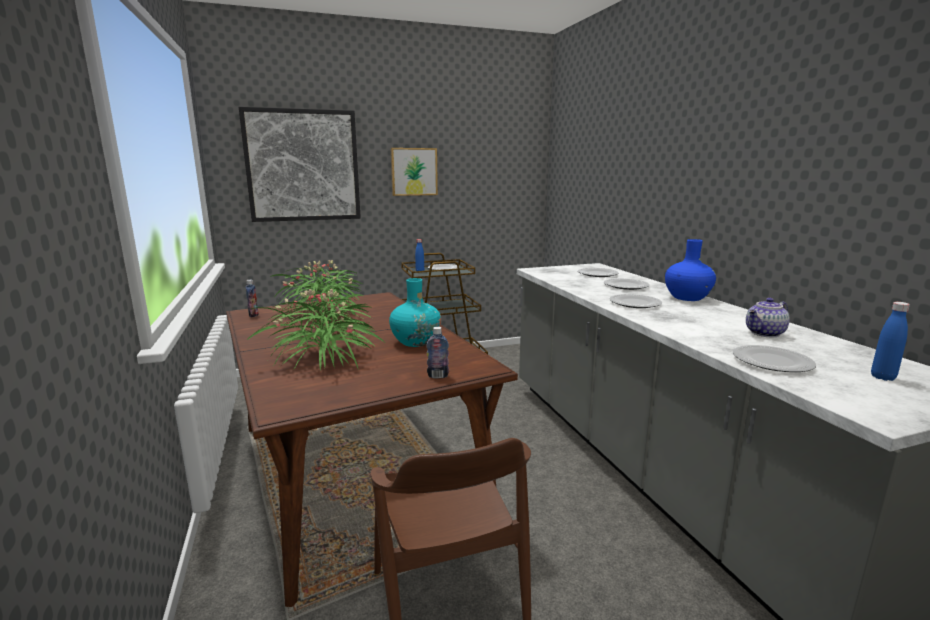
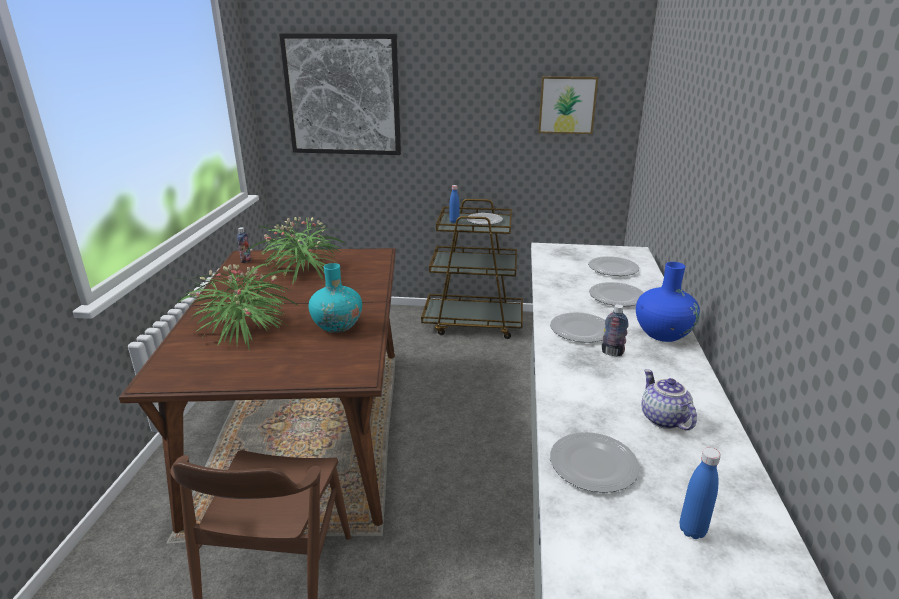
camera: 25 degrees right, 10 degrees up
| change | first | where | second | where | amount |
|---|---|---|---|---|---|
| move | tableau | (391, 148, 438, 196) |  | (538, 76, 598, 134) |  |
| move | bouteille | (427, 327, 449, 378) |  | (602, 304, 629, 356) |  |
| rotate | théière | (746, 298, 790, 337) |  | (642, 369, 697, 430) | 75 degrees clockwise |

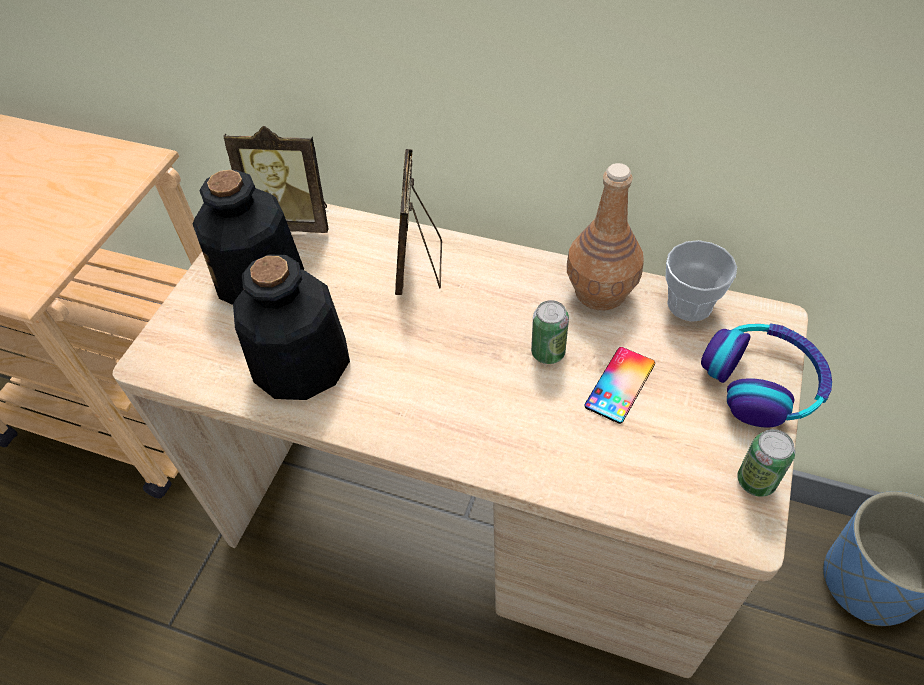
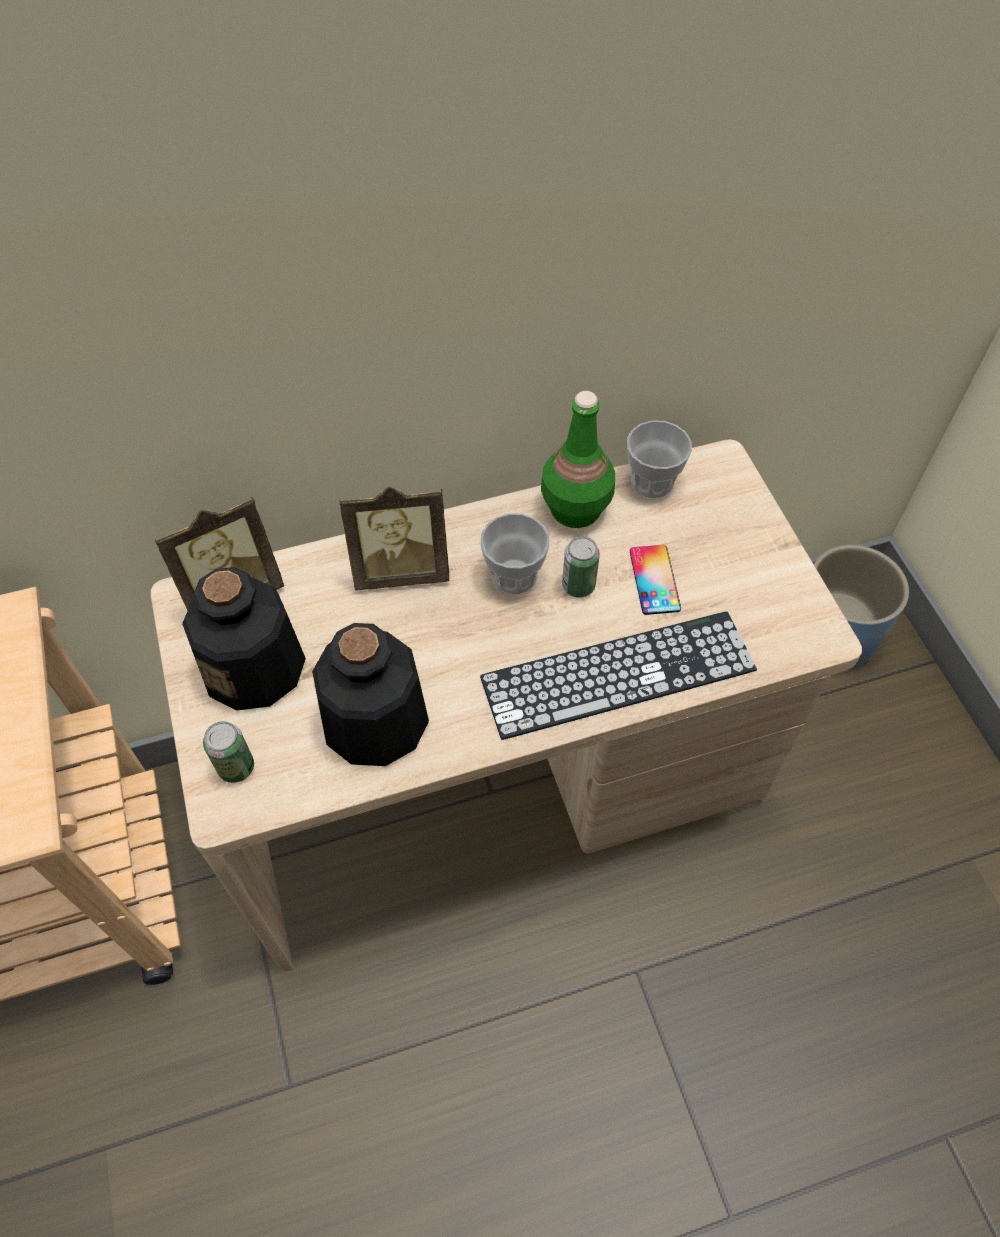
camera: 40 degrees left, 5 degrees up
| change | first | where | second | where | amount |
|---|---|---|---|---|---|
| move | boîte métallique | (737, 429, 795, 497) |  | (203, 721, 254, 783) |  |
| rotate | cadre photo | (395, 149, 442, 295) |  | (339, 487, 449, 590) | 60 degrees counterclockwise |
| insert |  |  | tasse | (480, 513, 549, 594) |  |
| insert |  |  | clavier | (480, 612, 757, 740) |  |
| recolor | bouteille/marron | (567, 163, 644, 310) | bouteille/vert | (541, 391, 615, 528) |  |
| delete | casque audio | (701, 323, 832, 428) |  |  |  |

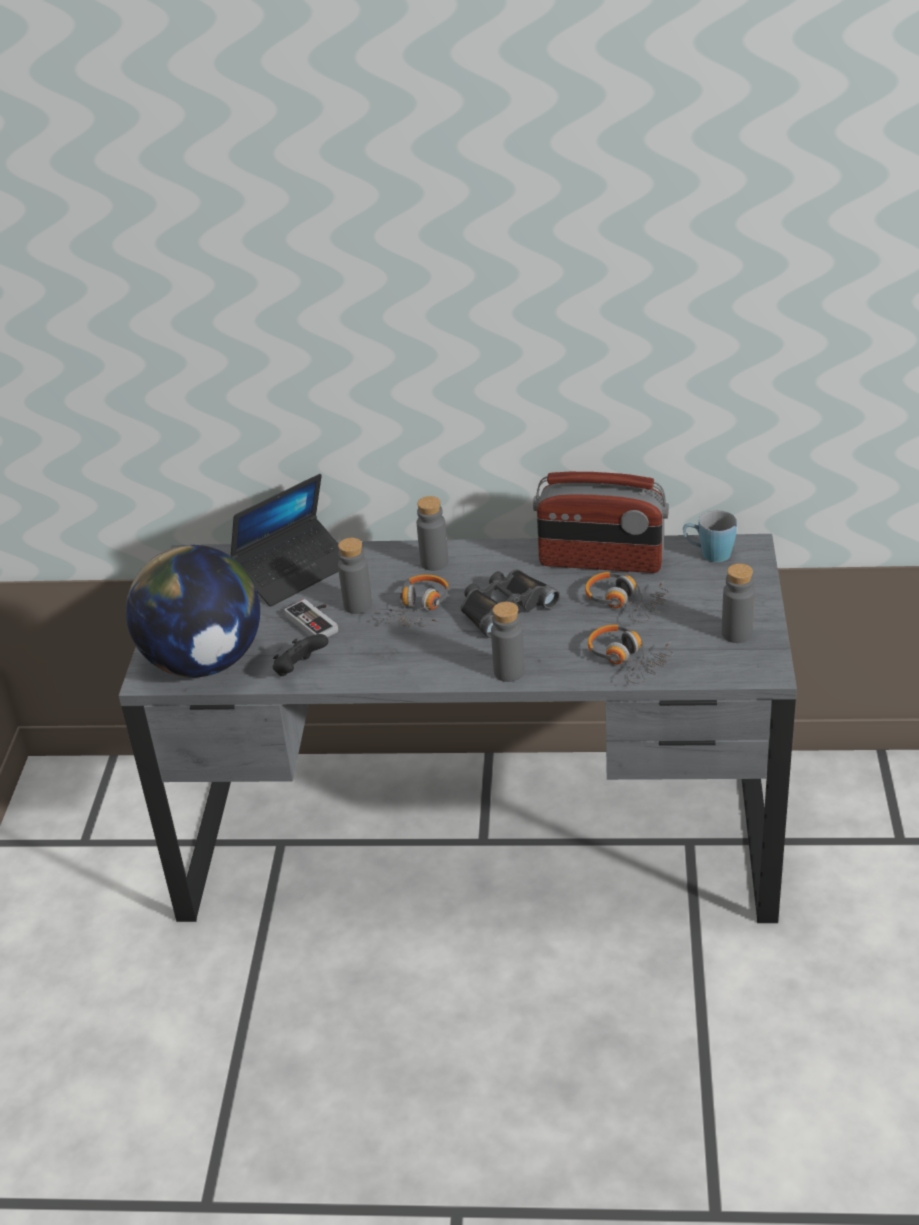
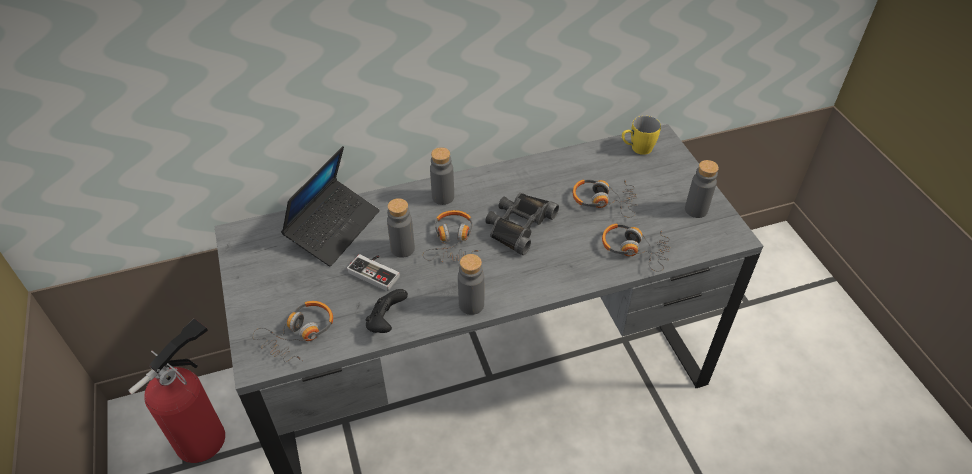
camera: 25 degrees left, 10 degrees up
| change | first | where | second | where | amount |
|---|---|---|---|---|---|
| insert |  |  | extincteur | (128, 318, 225, 463) |  |
| replace | globe | (126, 545, 260, 677) | casque audio | (252, 301, 333, 362) |  |
| move | bouteille/gris | (491, 602, 525, 682) |  | (458, 254, 484, 315) |  |
| recolor | mug/bleu | (683, 510, 737, 562) | mug/jaune | (622, 116, 661, 155) |  |
| delete | radio | (533, 472, 669, 573) |  |  |  |

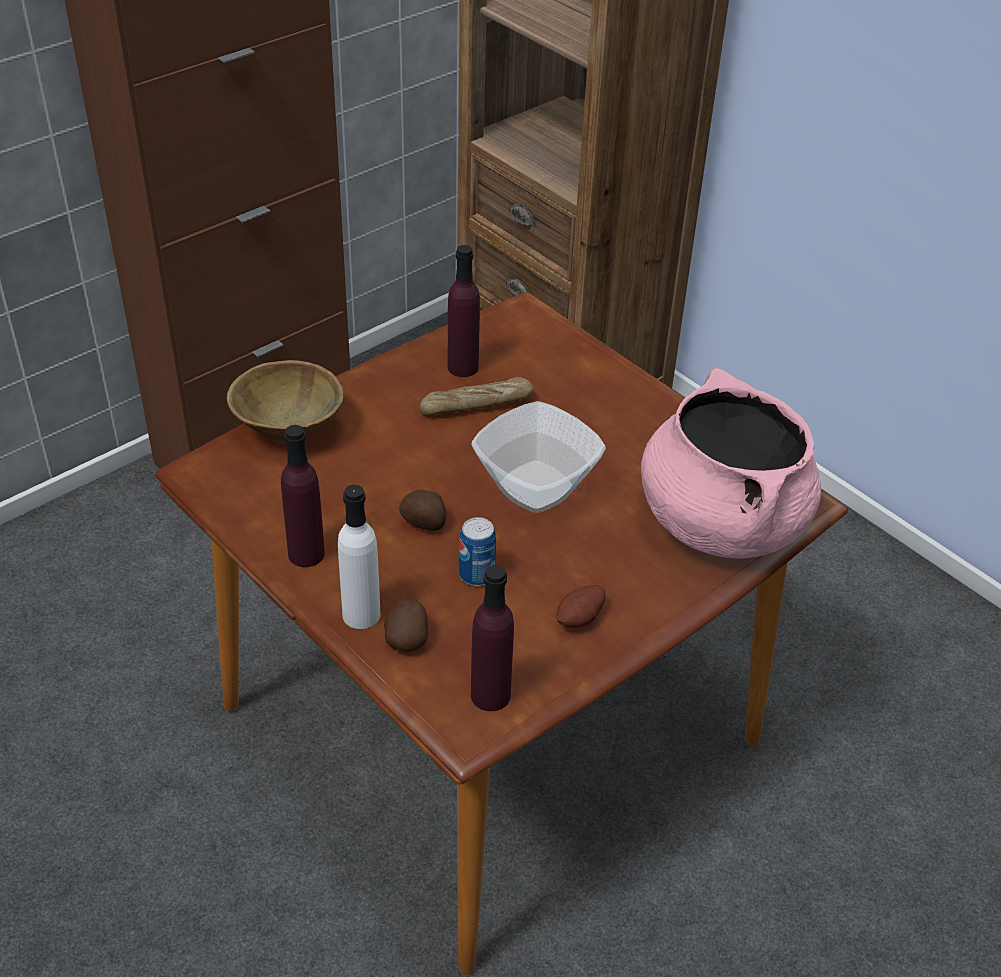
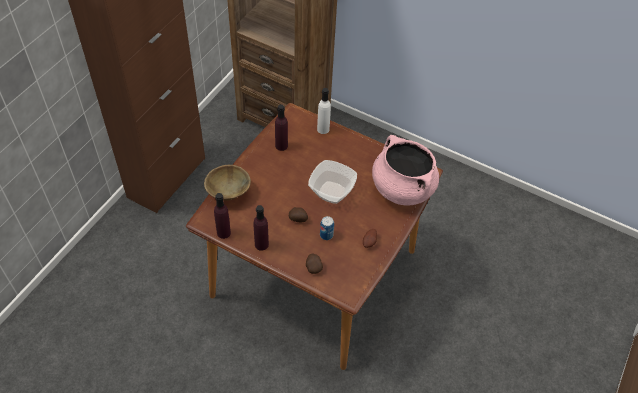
camera: 20 degrees left, 10 degrees up
| change | first | where | second | where | amount |
|---|---|---|---|---|---|
| move | bouteille/violet | (471, 565, 514, 711) |  | (214, 193, 231, 239) |  |
| move | bouteille/blanc | (338, 485, 380, 629) |  | (317, 88, 331, 134) |  |
| delete | pain | (419, 377, 534, 415) |  |  |  |

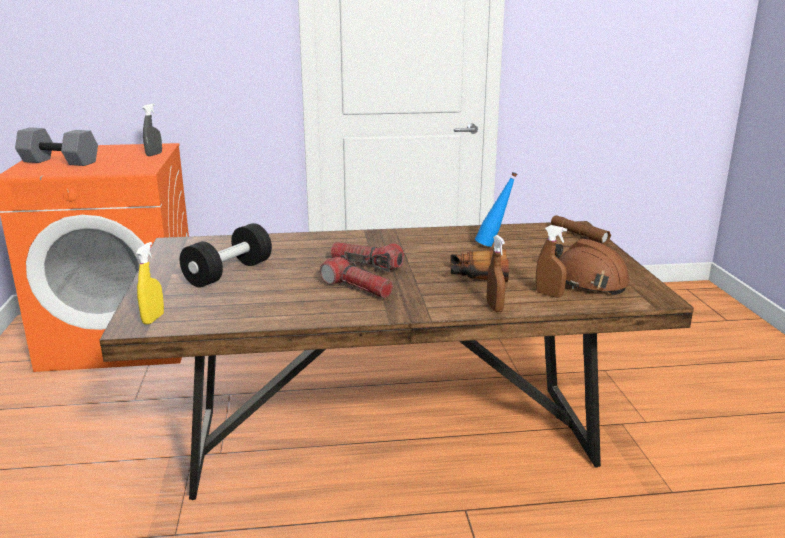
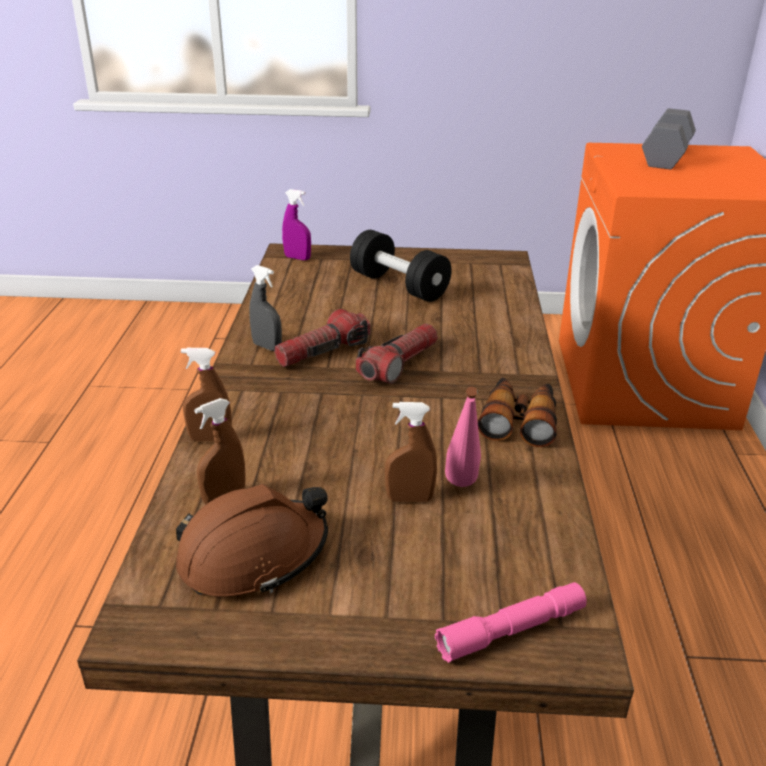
camera: 100 degrees right, 10 degrees up
| change | first | where | second | where | amount |
|---|---|---|---|---|---|
| move | vaporisateur/gris | (143, 103, 162, 156) |  | (249, 265, 282, 351) |  |
| recolor | vaporisateur/jaune | (136, 242, 164, 325) | vaporisateur/violet | (282, 189, 311, 260) |  |
| insert |  |  | vaporisateur/marron | (385, 402, 437, 502) |  |
| recolor | lampe de poche/marron | (551, 215, 611, 244) | lampe de poche/rose | (435, 582, 587, 663) |  |
| recolor | bouteille/bleu | (475, 172, 517, 247) | bouteille/rose | (445, 387, 481, 487) |  |
| move | jumelles | (450, 249, 509, 282) |  | (478, 378, 557, 447) |  |

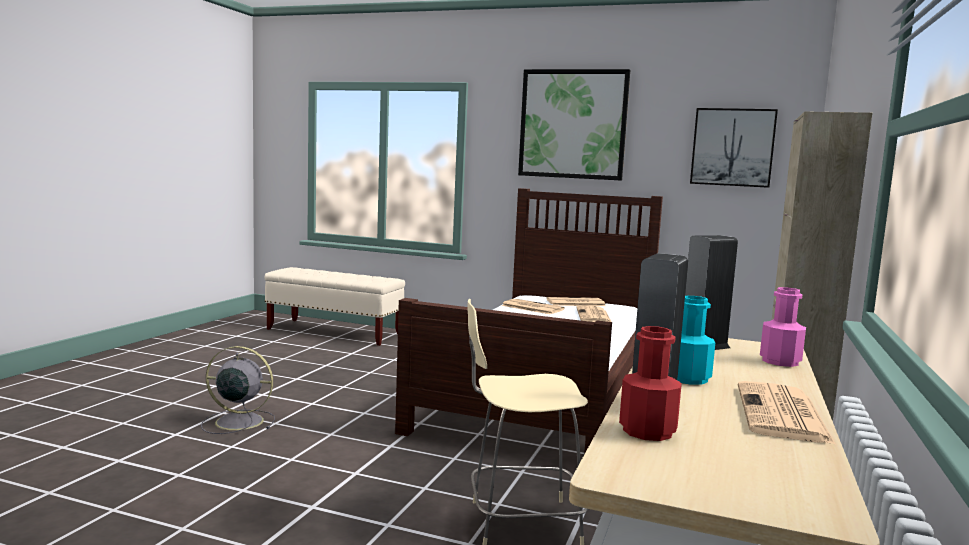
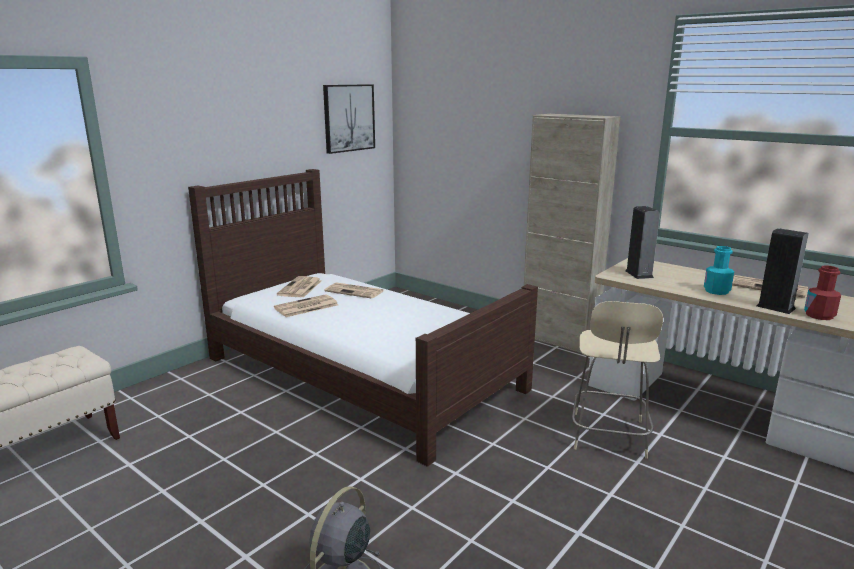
camera: 70 degrees left, 10 degrees up
| change | first | where | second | where | amount |
|---|---|---|---|---|---|
| delete | tableau | (518, 69, 630, 180) |  |  |  |
| delete | bouteille/rose | (760, 287, 806, 367) |  |  |  |

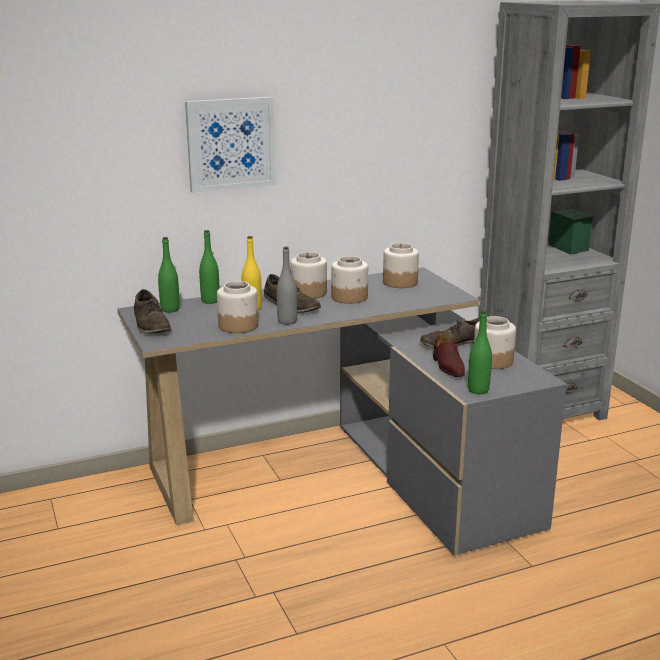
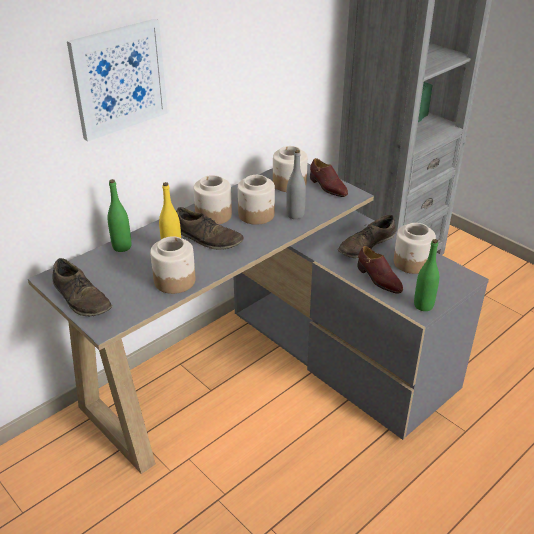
camera: 20 degrees left, 15 degrees up
| change | first | where | second | where | amount |
|---|---|---|---|---|---|
| move | bouteille/gris | (277, 247, 297, 325) |  | (286, 150, 306, 219) |  |
| insert |  |  | chaussure/marron | (310, 158, 348, 197) |  |
| delete | bouteille/vert | (158, 237, 180, 313) |  |  |  |

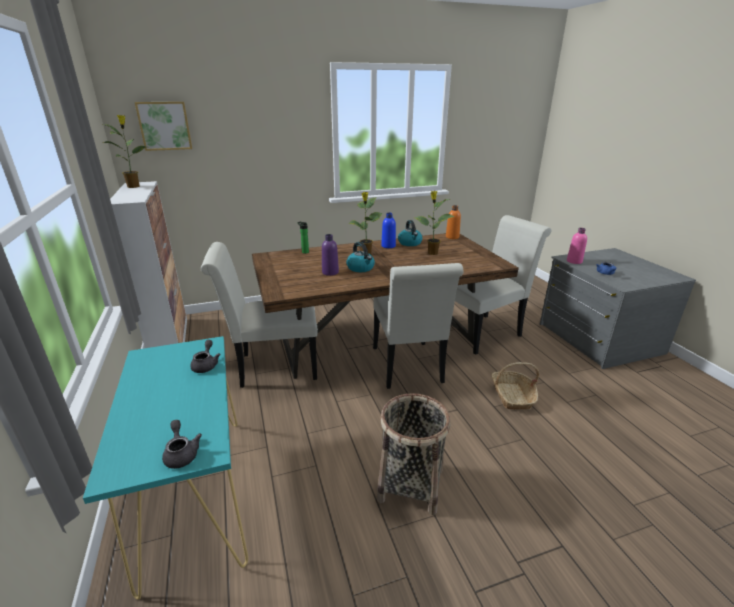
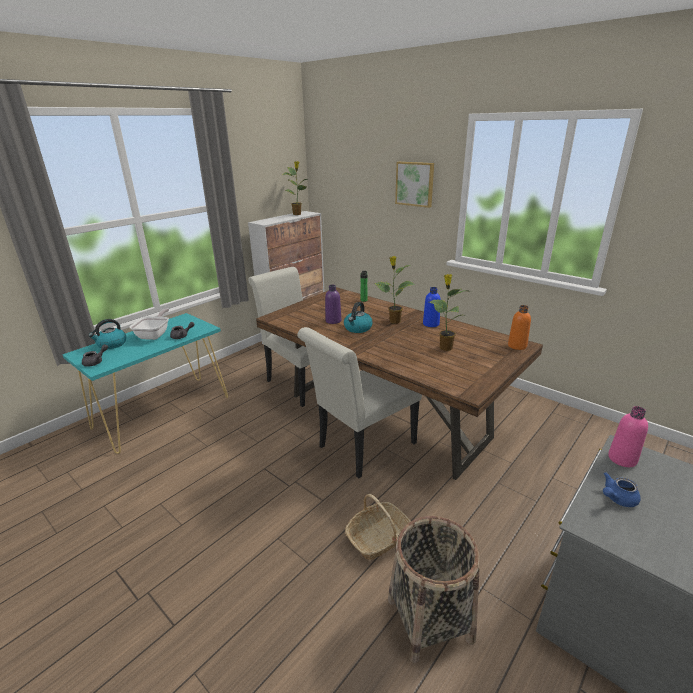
camera: 60 degrees right, 0 degrees up
| change | first | where | second | where | amount |
|---|---|---|---|---|---|
| move | bouilloire | (398, 220, 422, 246) |  | (88, 319, 126, 349) |  |
| insert |  |  | poêle | (130, 309, 169, 340) |  |
| move | panier | (377, 393, 450, 515) |  | (388, 516, 480, 663) |  |
| move | tableau | (135, 102, 192, 151) |  | (395, 162, 434, 208) |  |
| delete | chaise/blanc | (455, 215, 551, 355) |  |  |  |

